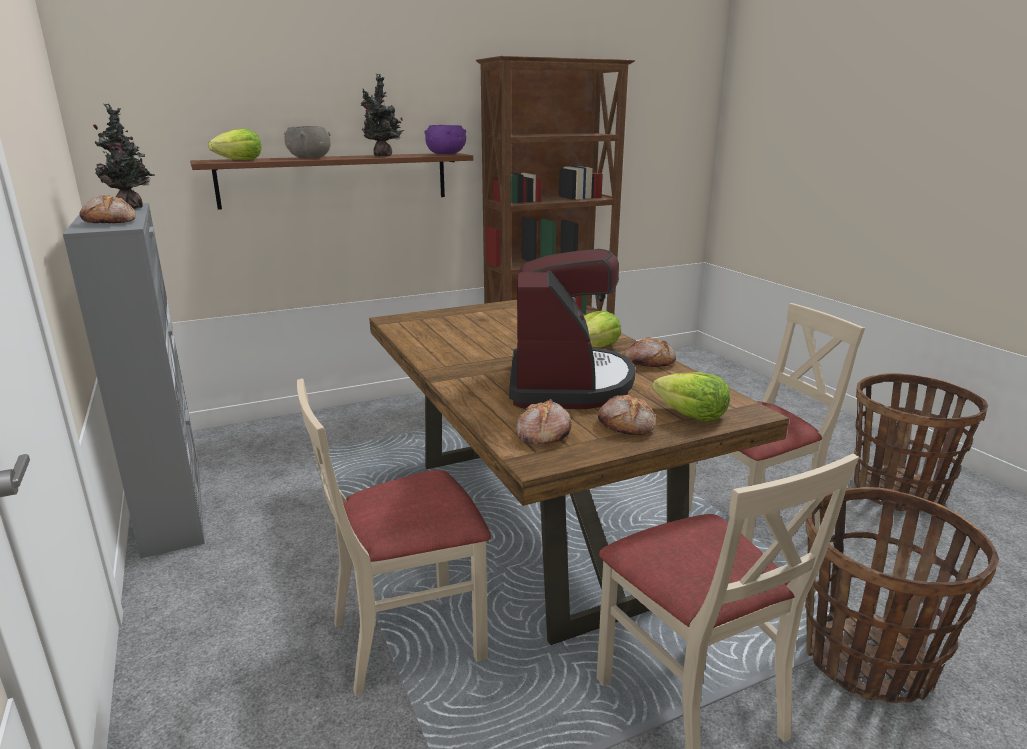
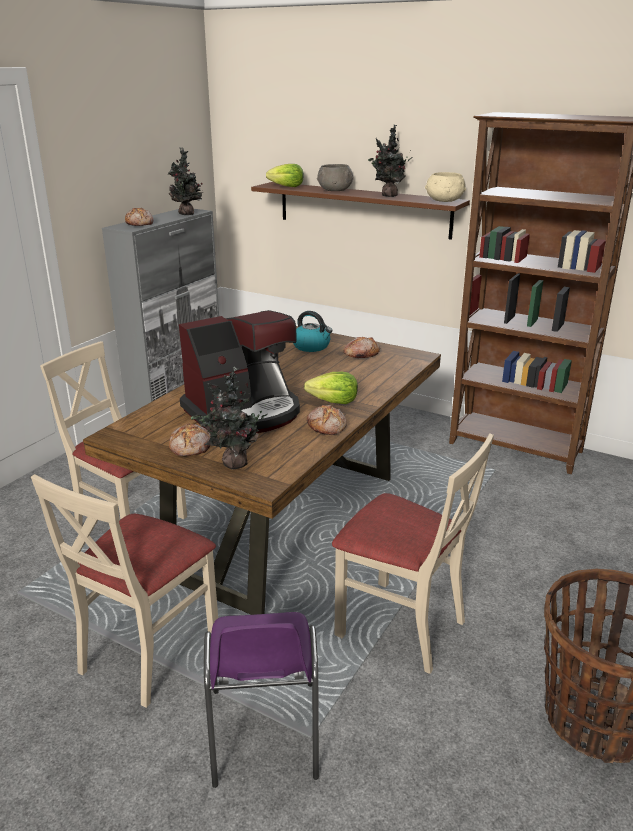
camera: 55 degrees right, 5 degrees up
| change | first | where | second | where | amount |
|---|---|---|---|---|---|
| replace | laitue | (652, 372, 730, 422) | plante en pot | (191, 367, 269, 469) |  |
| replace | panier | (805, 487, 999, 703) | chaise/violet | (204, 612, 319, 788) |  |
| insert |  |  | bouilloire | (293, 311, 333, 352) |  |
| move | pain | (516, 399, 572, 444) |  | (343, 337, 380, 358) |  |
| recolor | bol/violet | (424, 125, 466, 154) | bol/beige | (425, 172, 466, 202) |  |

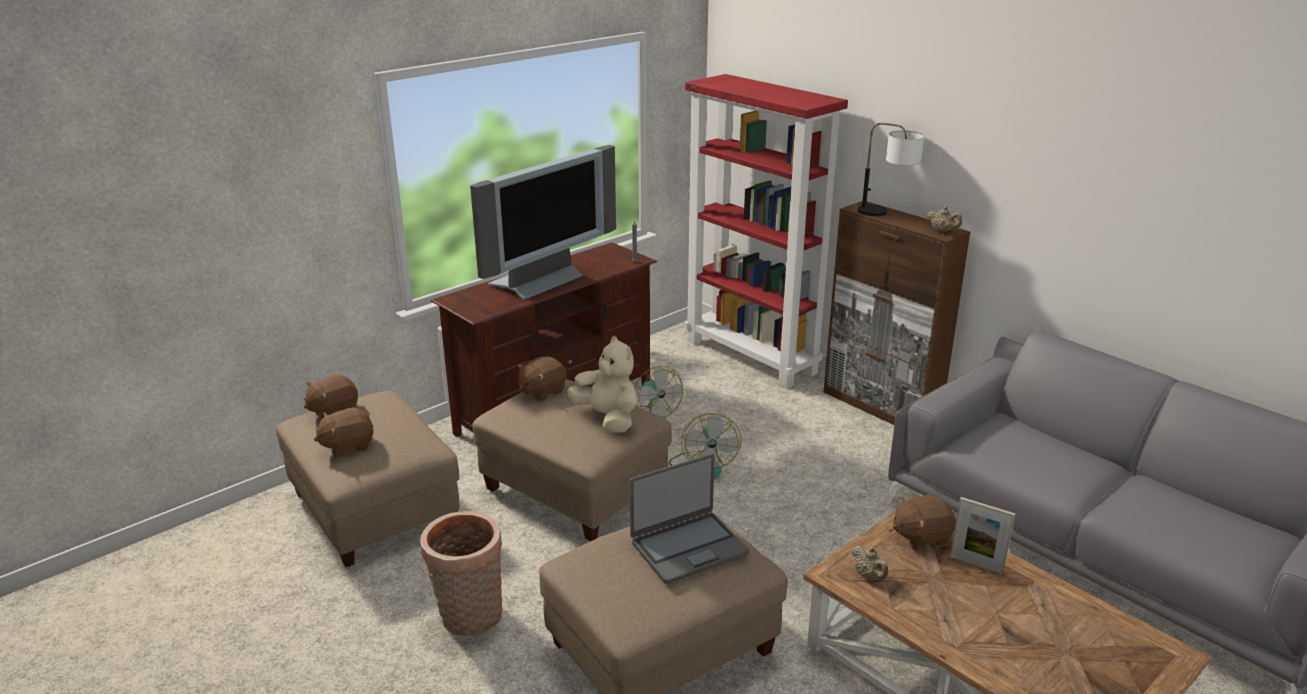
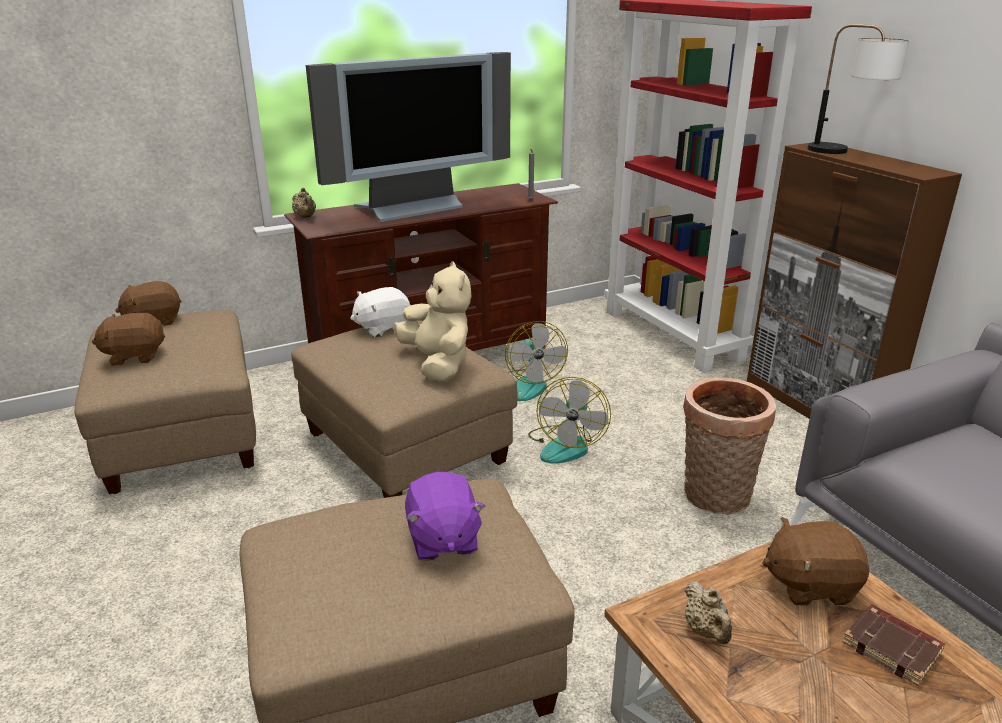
camera: 15 degrees right, 0 degrees up
| change | first | where | second | where | amount |
|---|---|---|---|---|---|
| move | théière/beige | (926, 206, 962, 232) |  | (292, 188, 316, 218) |  |
| recolor | peluche/marron | (518, 356, 567, 401) | peluche/blanc | (350, 287, 411, 338) |  |
| replace | ordinateur portable | (630, 454, 749, 584) | peluche/violet | (405, 472, 486, 561) |  |
| move | panier | (420, 511, 502, 637) |  | (683, 377, 776, 515) |  |
| replace | cadre photo | (950, 497, 1015, 575) | livre/marron | (843, 604, 945, 686) |  |

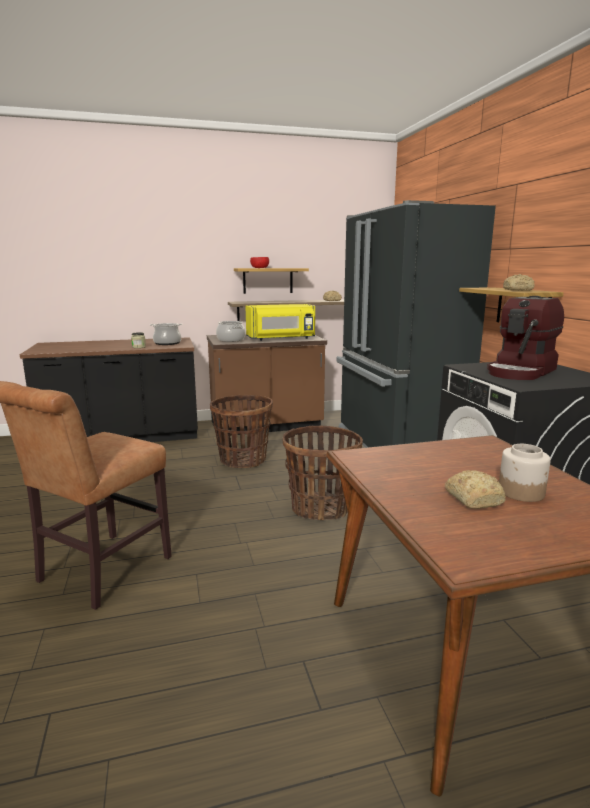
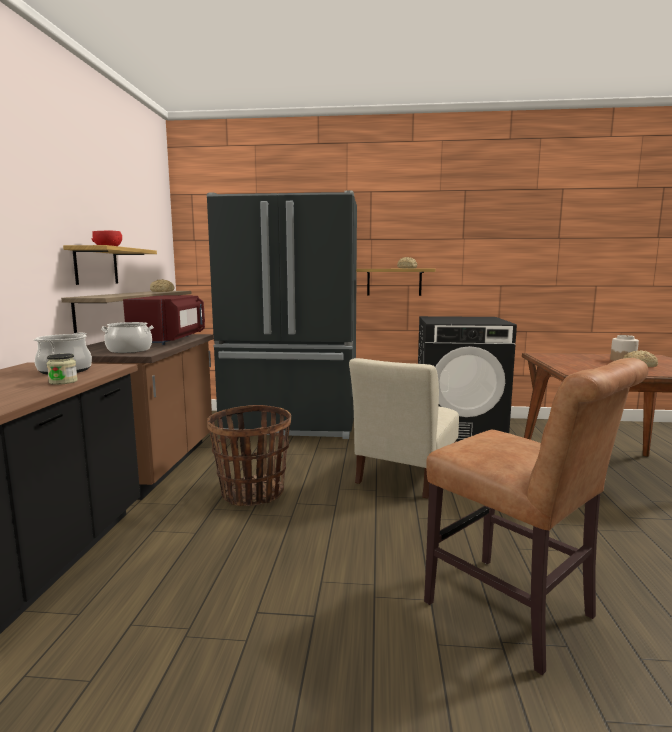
camera: 70 degrees left, 5 degrees down
| change | first | where | second | where | amount |
|---|---|---|---|---|---|
| recolor | micro-ondes/jaune | (246, 304, 315, 341) | micro-ondes/rouge | (123, 295, 205, 345) |  |
| replace | panier | (283, 426, 363, 520) | chaise/beige | (349, 358, 459, 499) |  |
| delete | machine à café | (487, 296, 564, 380) |  |  |  |

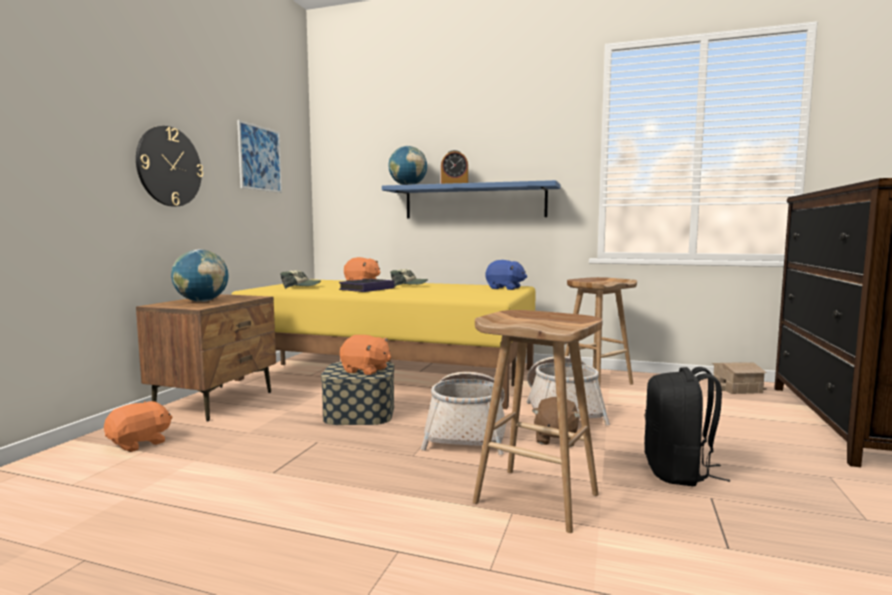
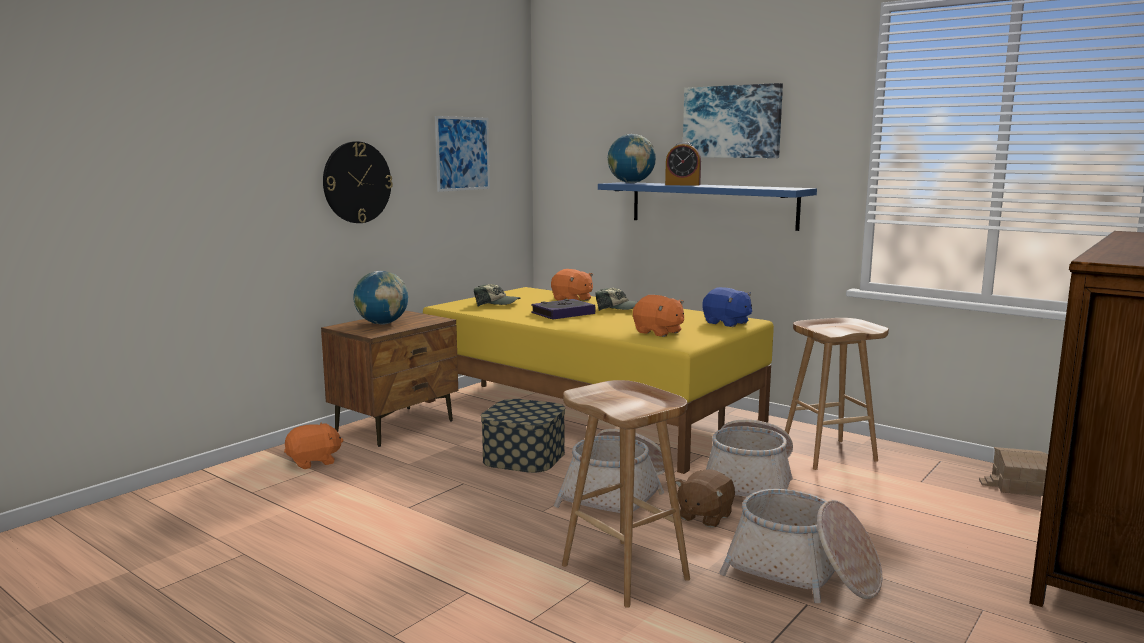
camera: 20 degrees right, 5 degrees up
| change | first | where | second | where | amount |
|---|---|---|---|---|---|
| move | peluche/orange | (340, 335, 391, 375) |  | (633, 295, 684, 337) |  |
| insert |  |  | tableau | (683, 83, 783, 158) |  |
| replace | sac à dos/noir | (645, 367, 730, 486) | panier | (719, 489, 882, 603) |  |

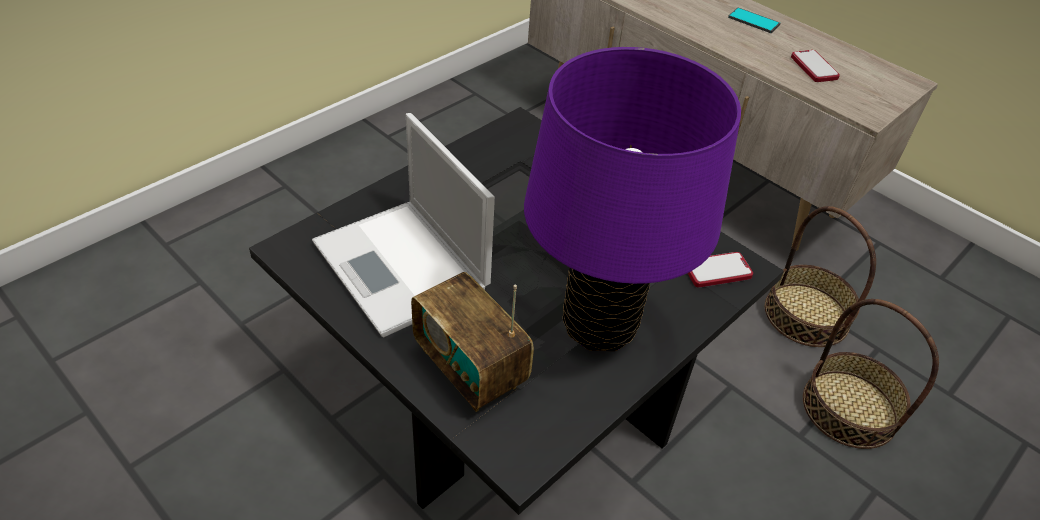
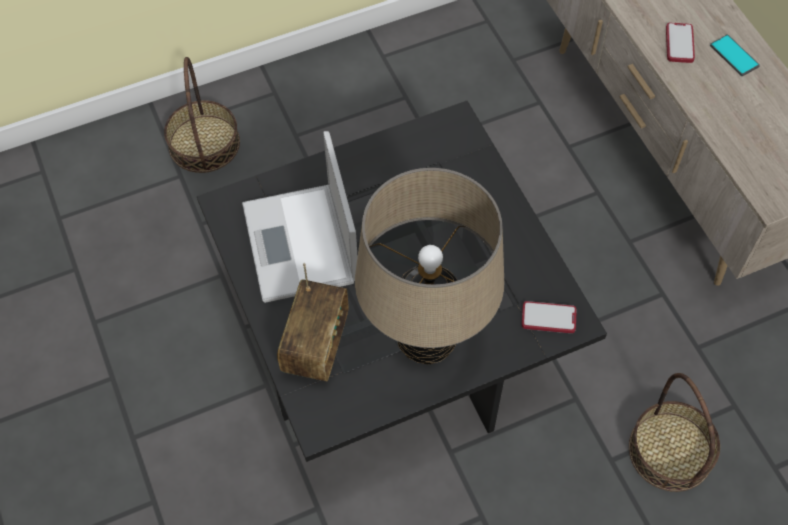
camera: 25 degrees right, 15 degrees up
| change | first | where | second | where | amount |
|---|---|---|---|---|---|
| move | panier | (765, 206, 876, 347) |  | (164, 57, 240, 173) |  |
| rotate | radio | (411, 272, 534, 412) |  | (277, 263, 348, 381) | 150 degrees counterclockwise |
| recolor | lampe de table/violet | (524, 47, 741, 351) | lampe de table/beige | (355, 168, 504, 364) |  |
| move | téléphone | (791, 50, 840, 82) |  | (666, 23, 695, 63) |  |

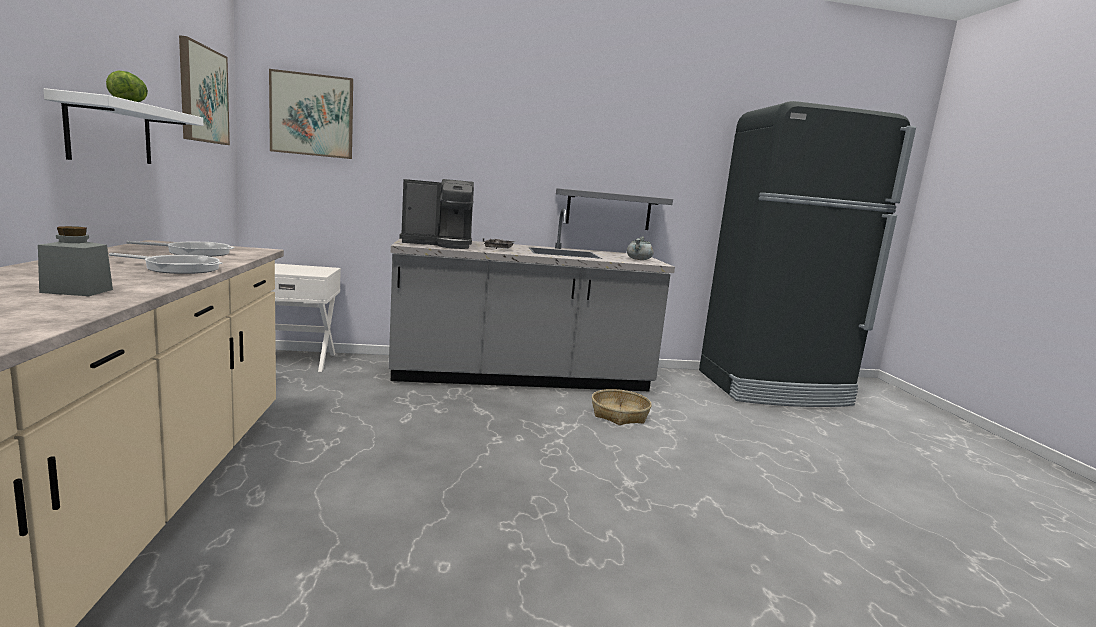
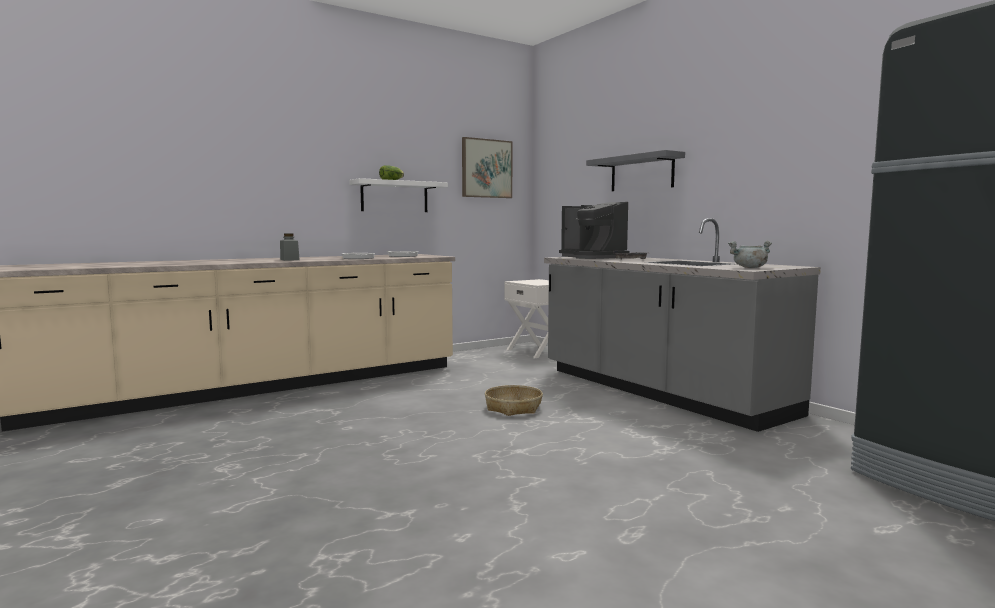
camera: 65 degrees right, 5 degrees down
| change | first | where | second | where | amount |
|---|---|---|---|---|---|
| move | panier | (592, 389, 652, 425) |  | (485, 385, 543, 416) |  |
| move | étagère/gris | (556, 188, 673, 230) |  | (586, 150, 685, 191) |  |
| delete | tableau | (269, 69, 353, 159) |  |  |  |

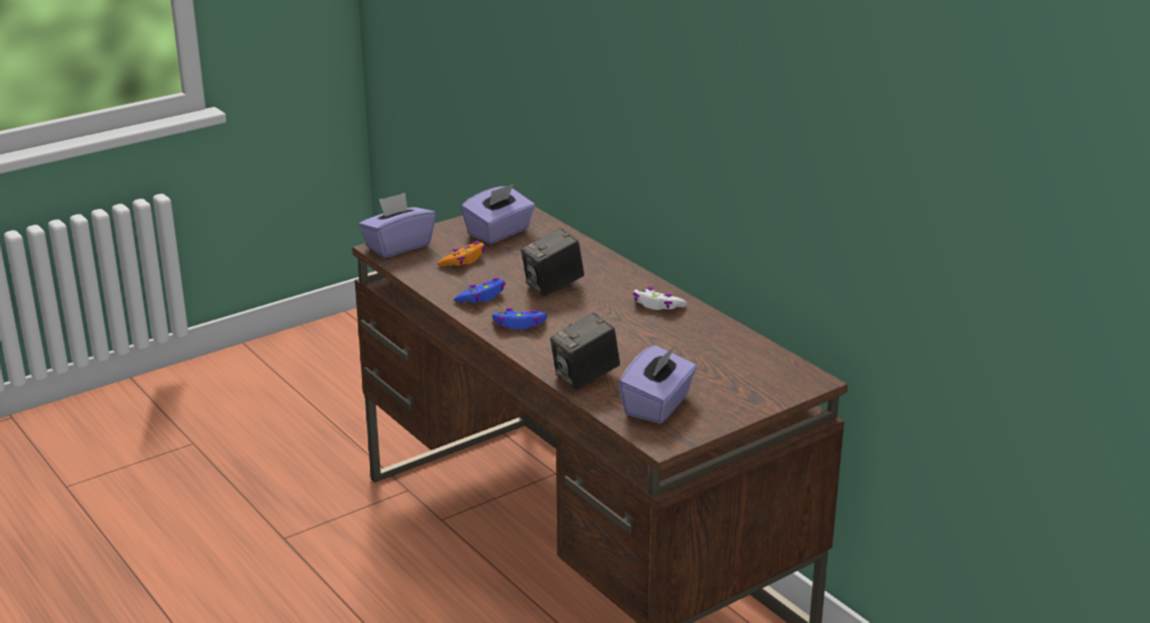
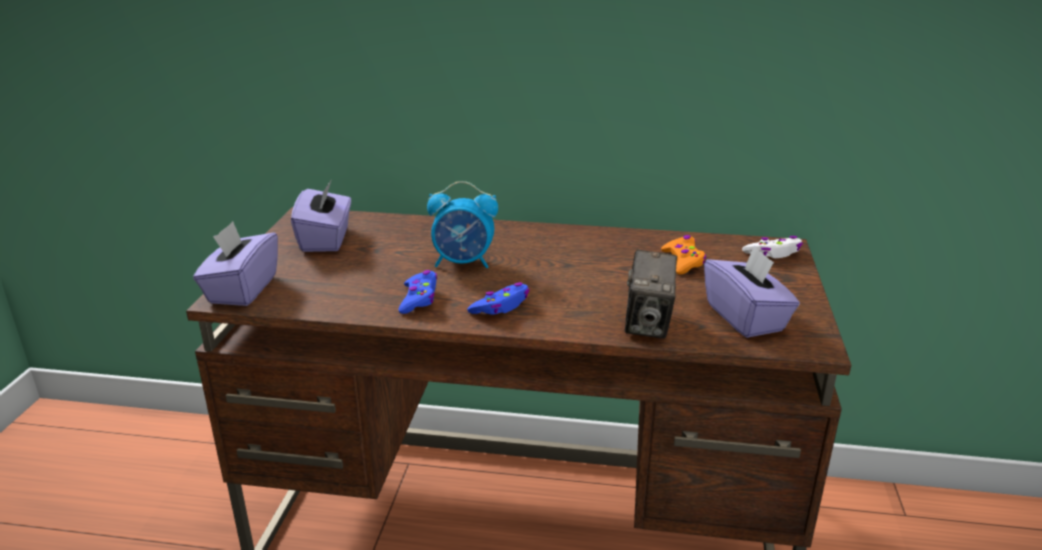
camera: 45 degrees left, 0 degrees up
| change | first | where | second | where | amount |
|---|---|---|---|---|---|
| replace | appareil photo | (521, 228, 584, 296) | réveil | (427, 181, 498, 268) |  |
| move | manette/orange | (438, 241, 485, 266) |  | (661, 235, 706, 275) |  |
| move | manette/blanc | (633, 287, 687, 310) |  | (742, 236, 803, 258) |  |

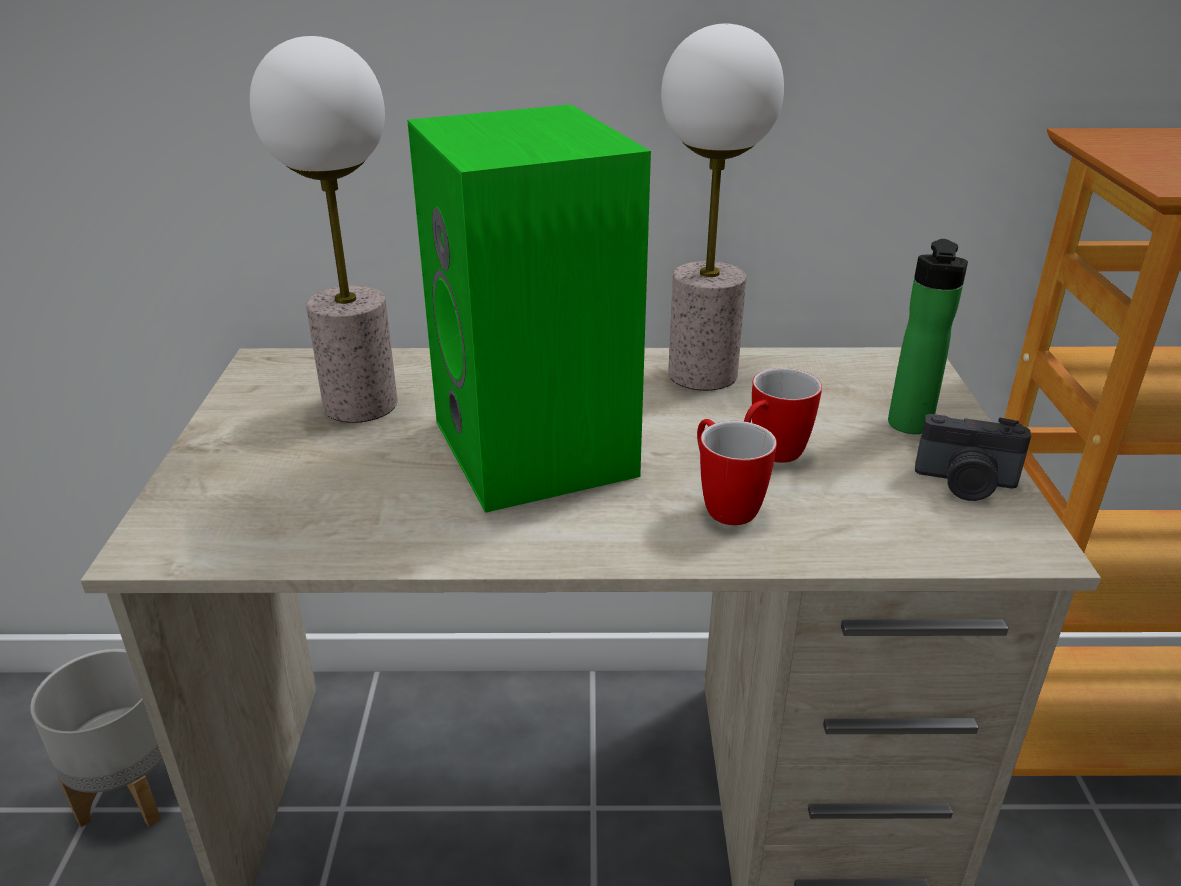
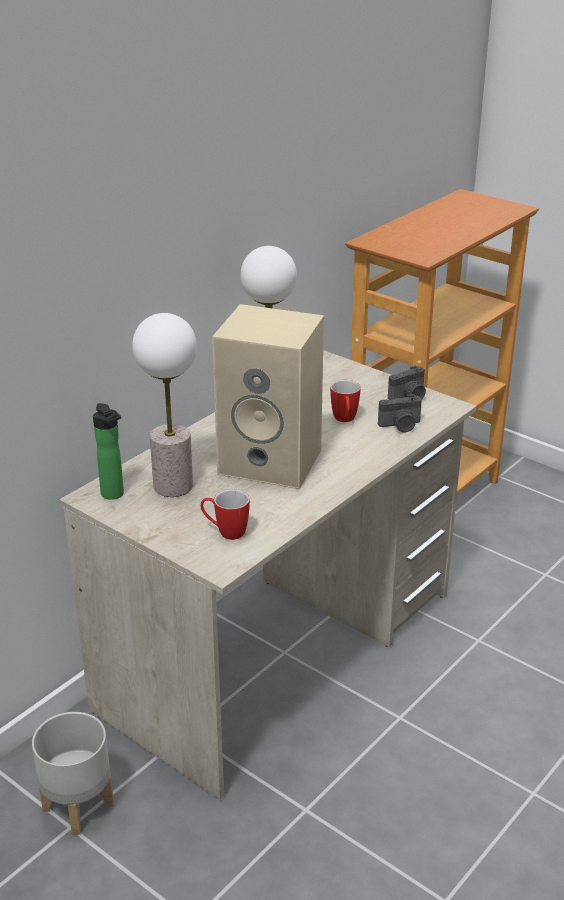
camera: 50 degrees left, 0 degrees up
| change | first | where | second | where | amount |
|---|---|---|---|---|---|
| move | bouteille | (888, 239, 968, 434) |  | (93, 403, 124, 500) |  |
| move | mug | (697, 419, 777, 525) |  | (201, 489, 250, 540) |  |
| recolor | enceinte/vert | (407, 105, 651, 513) | enceinte/beige | (212, 304, 324, 489) |  |
| insert |  |  | appareil photo | (378, 394, 422, 432) |  |

